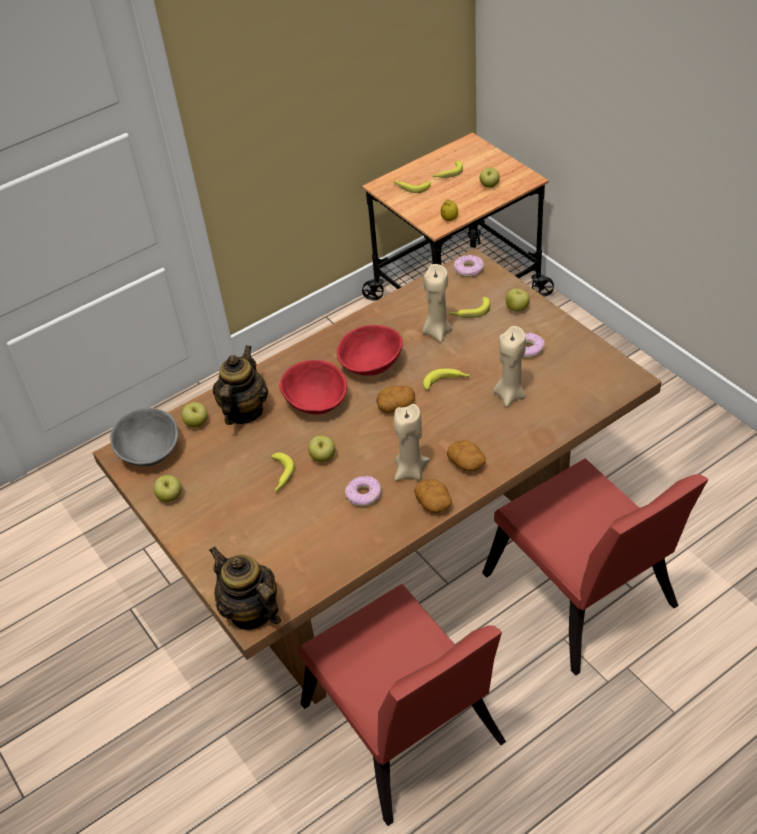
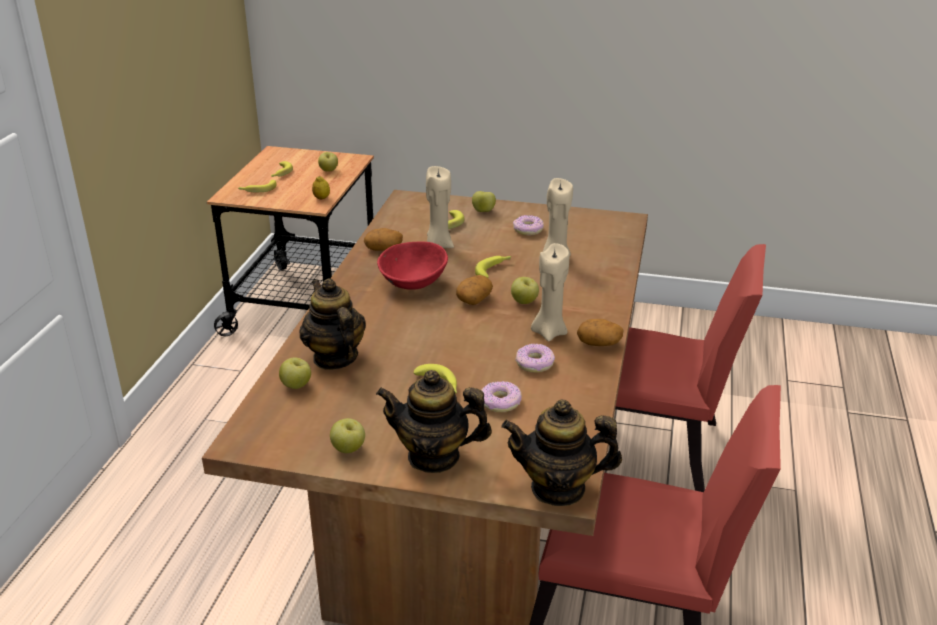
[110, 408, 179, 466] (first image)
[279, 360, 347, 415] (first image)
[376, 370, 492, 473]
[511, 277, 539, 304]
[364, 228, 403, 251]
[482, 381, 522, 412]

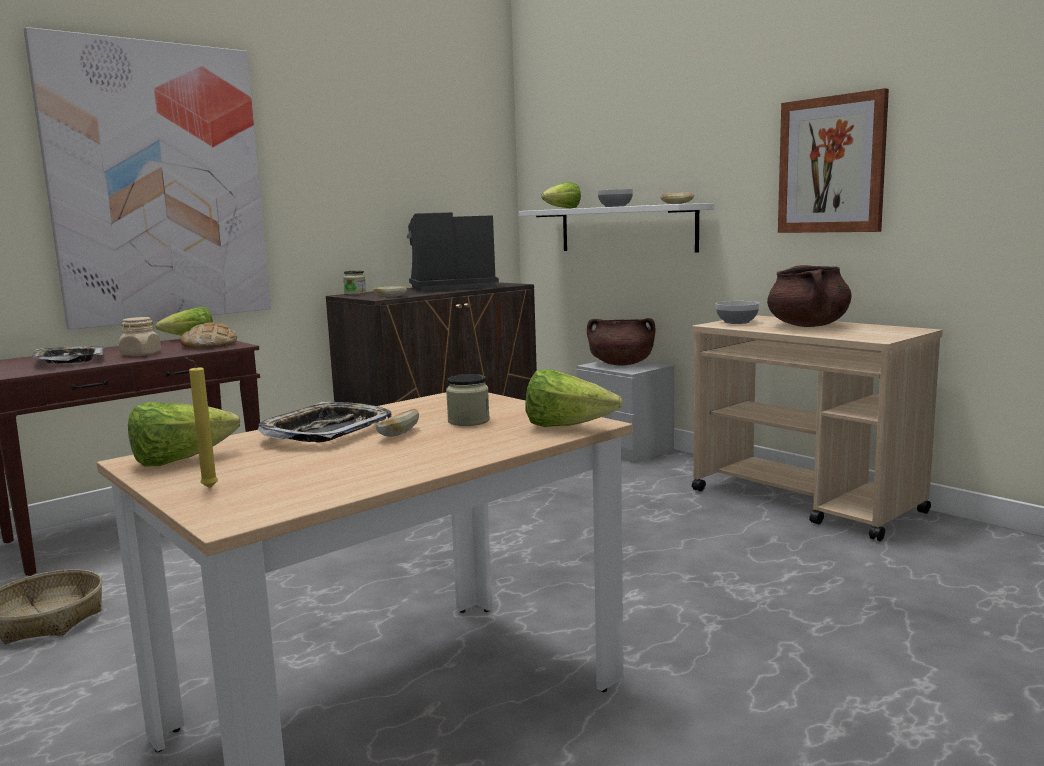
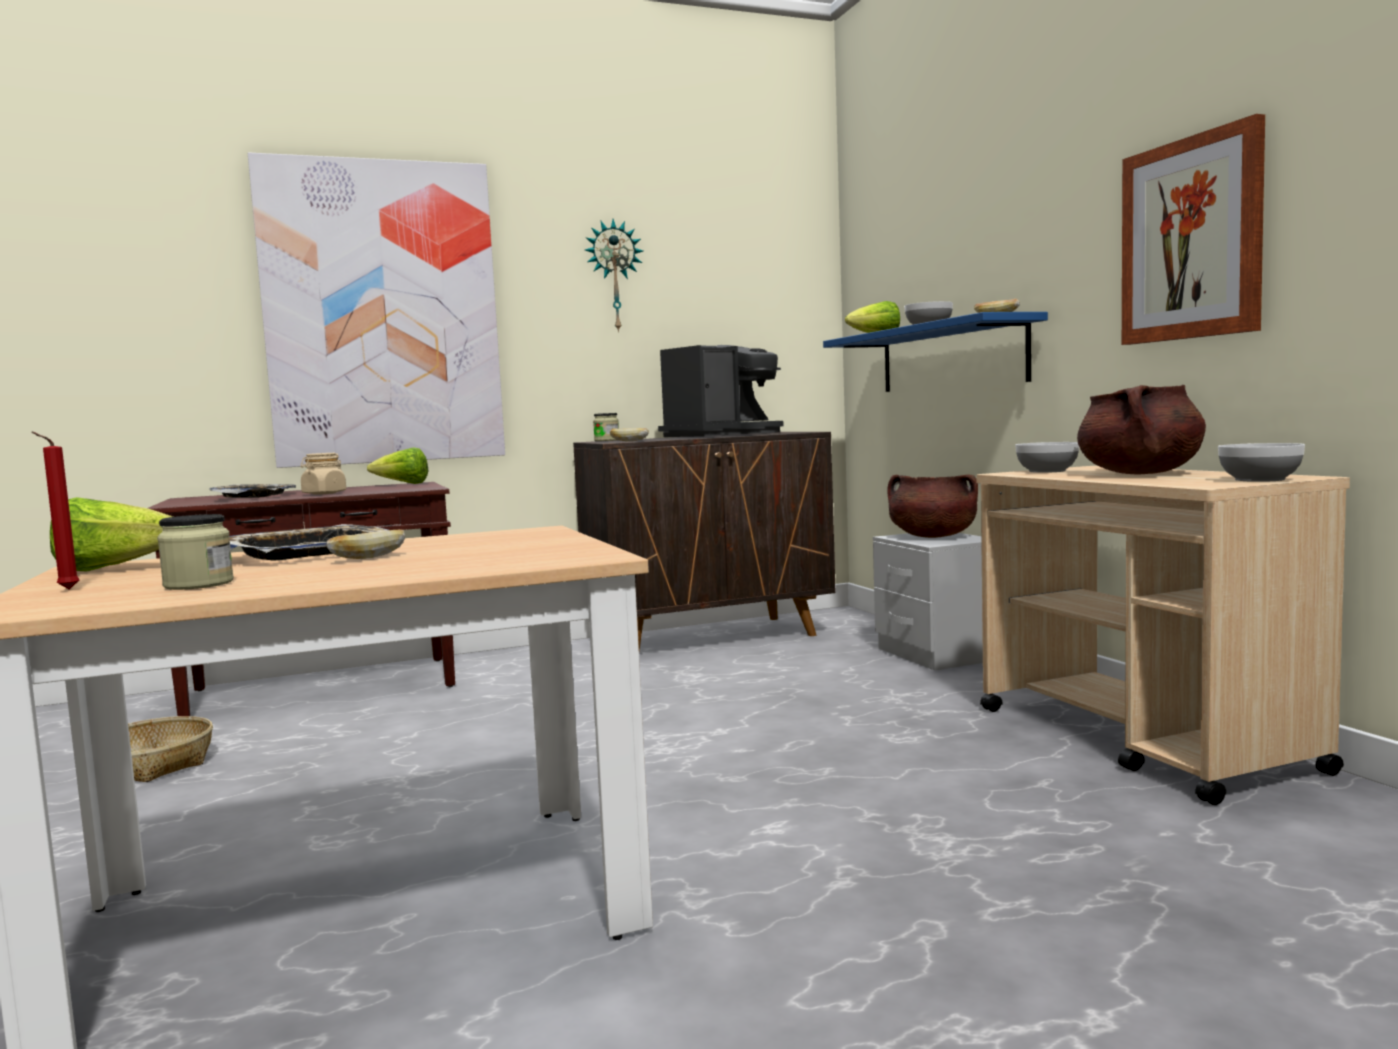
[180, 322, 237, 348] (first image)
[526, 369, 623, 427] (first image)
[585, 219, 643, 333]
[1218, 443, 1305, 482]
[157, 514, 234, 590]
[31, 432, 80, 590]
[823, 312, 1048, 392]
[658, 345, 783, 437]

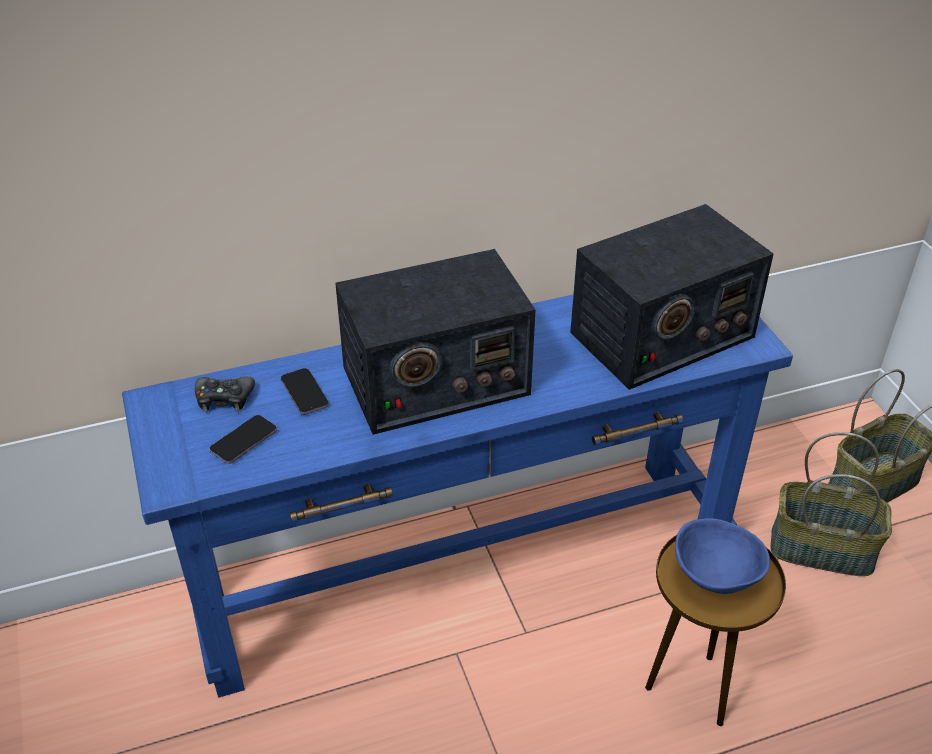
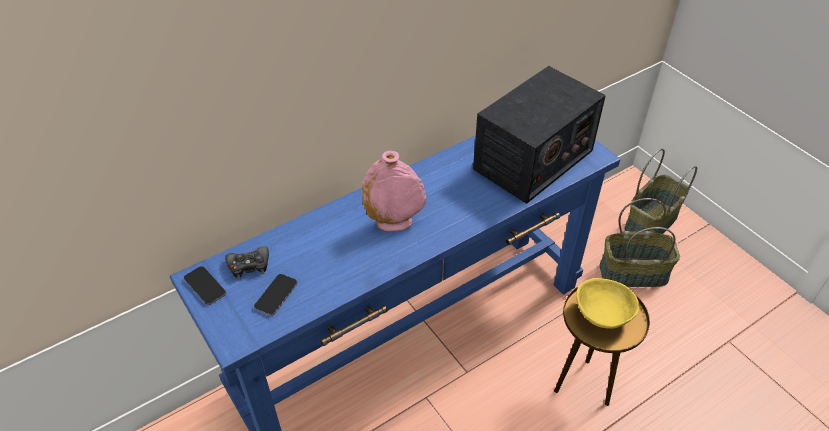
[184, 266, 226, 305]
[362, 151, 426, 232]
[576, 278, 640, 329]

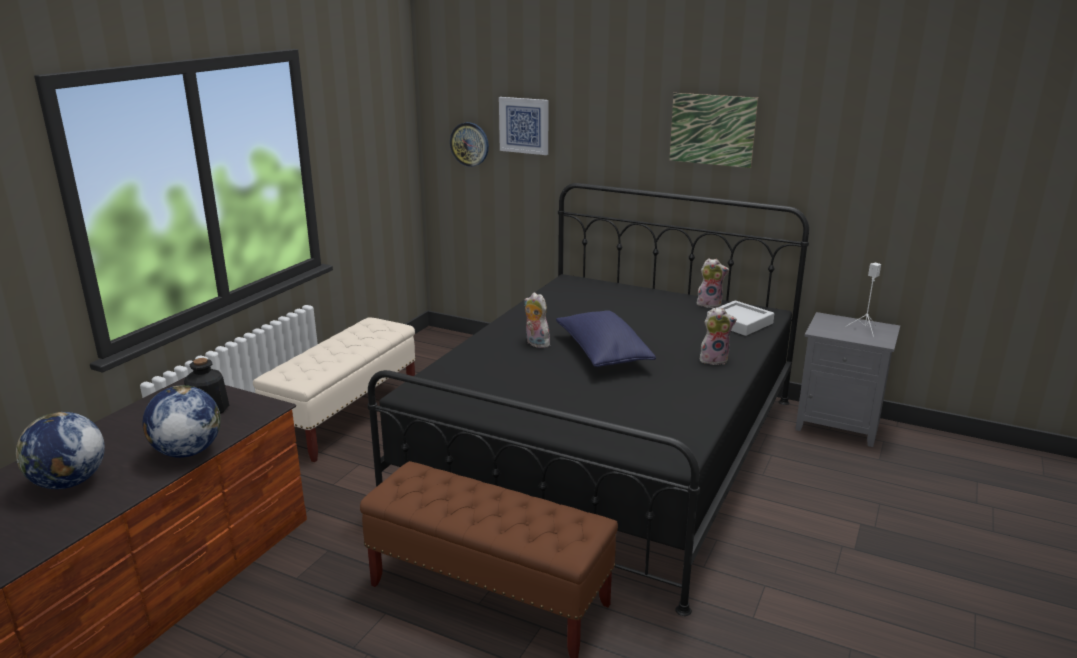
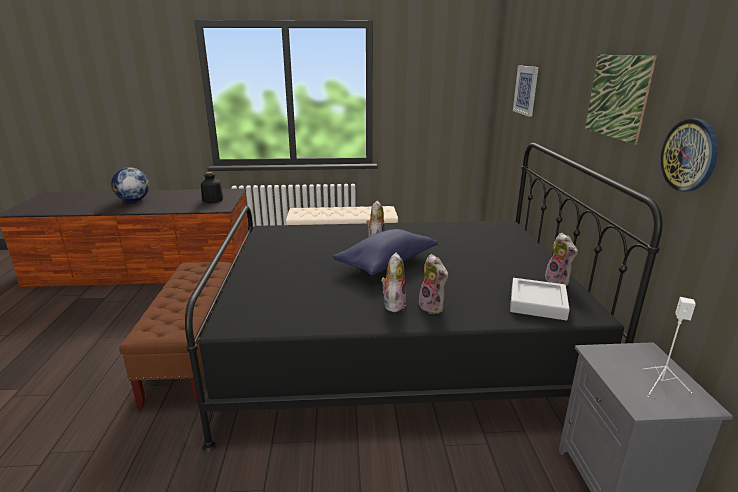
[142, 385, 221, 458] (first image)
[381, 252, 406, 312]
[660, 119, 718, 192]

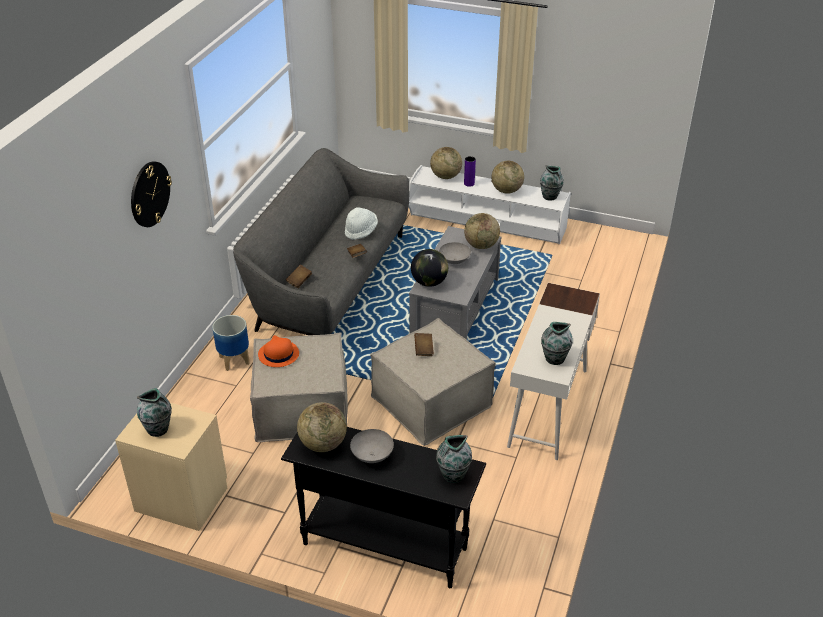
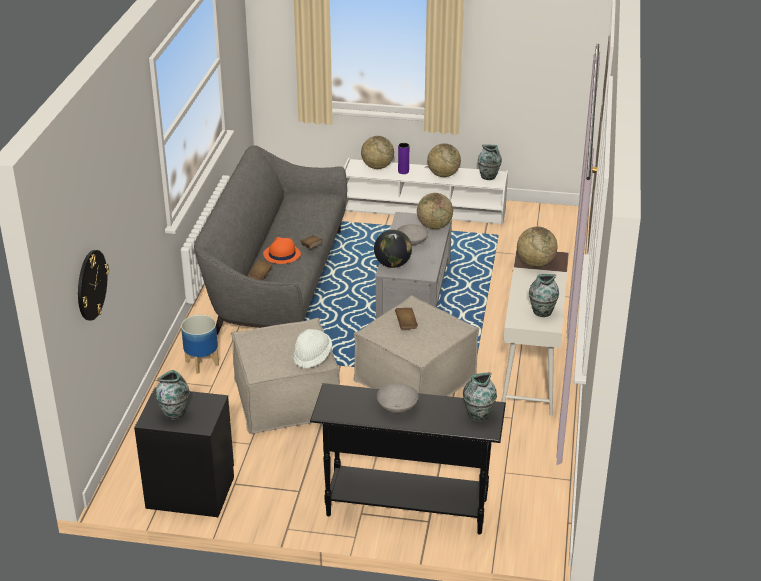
[78, 250, 109, 321]
[263, 237, 301, 264]
[517, 226, 557, 267]
[294, 329, 332, 369]
[134, 388, 234, 517]

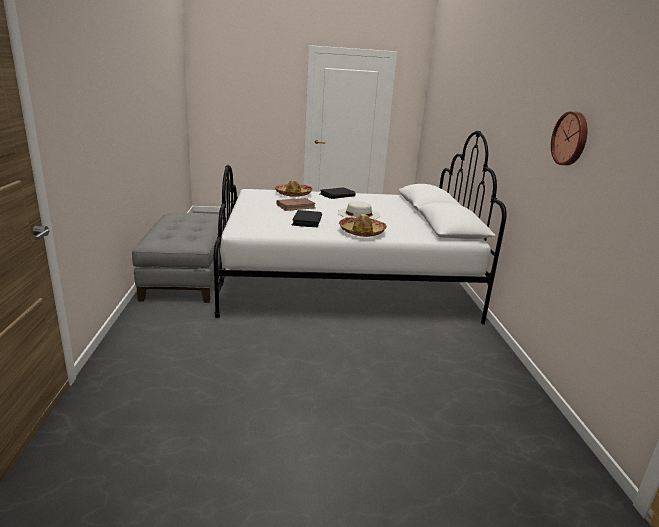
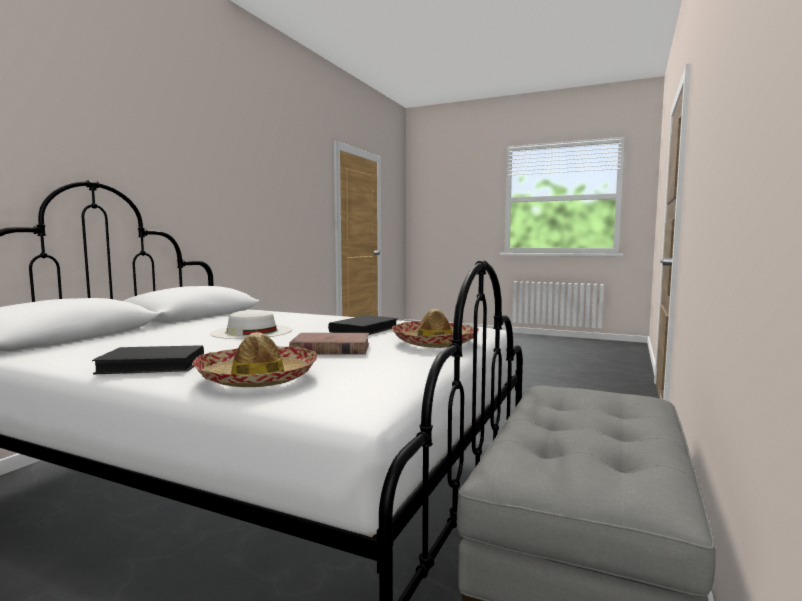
[551, 111, 587, 165] (first image)
[392, 309, 479, 348]

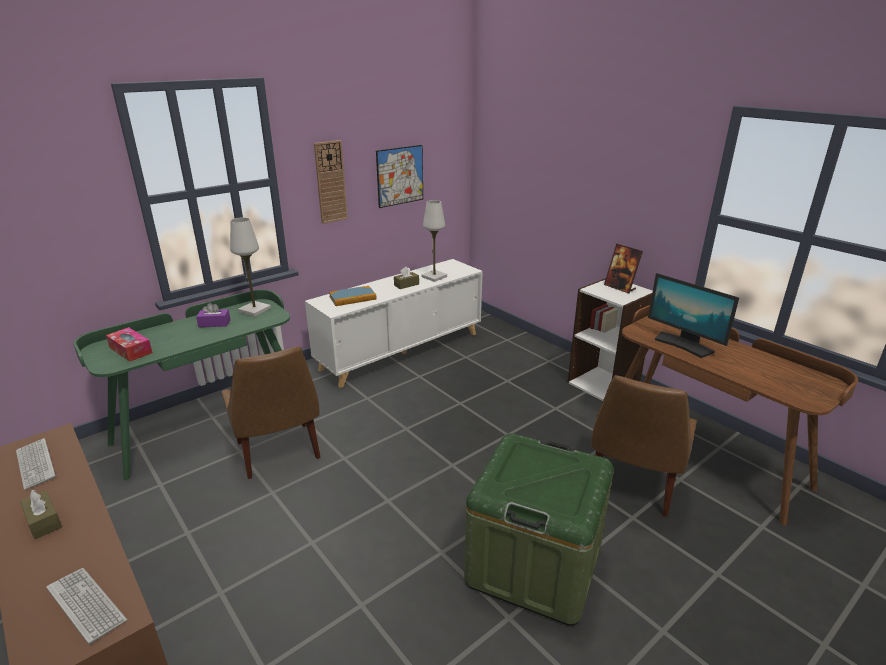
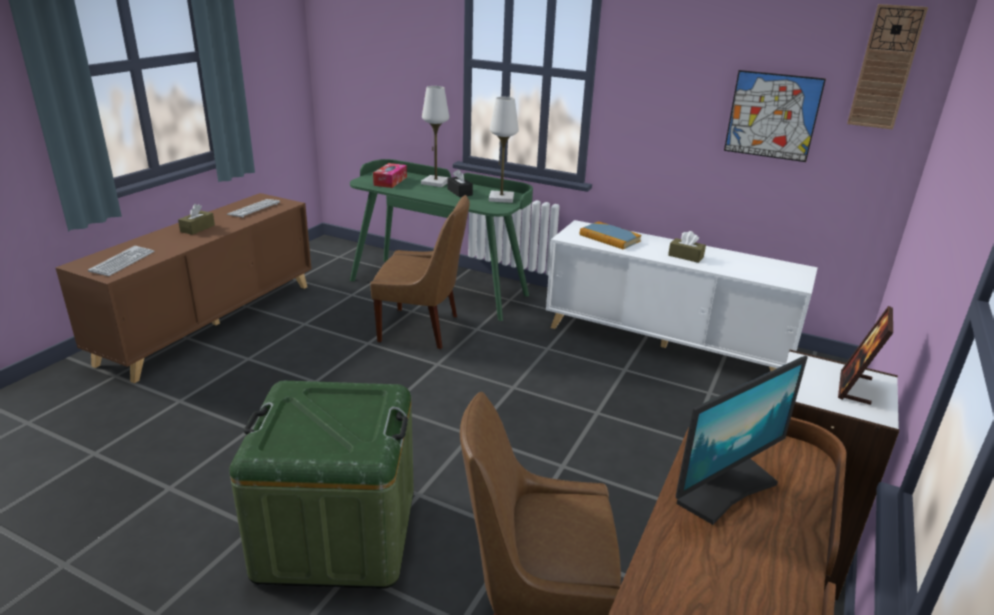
[847, 4, 928, 130]
[421, 86, 449, 187]
[447, 169, 473, 197]
[370, 195, 470, 349]
[676, 356, 808, 525]

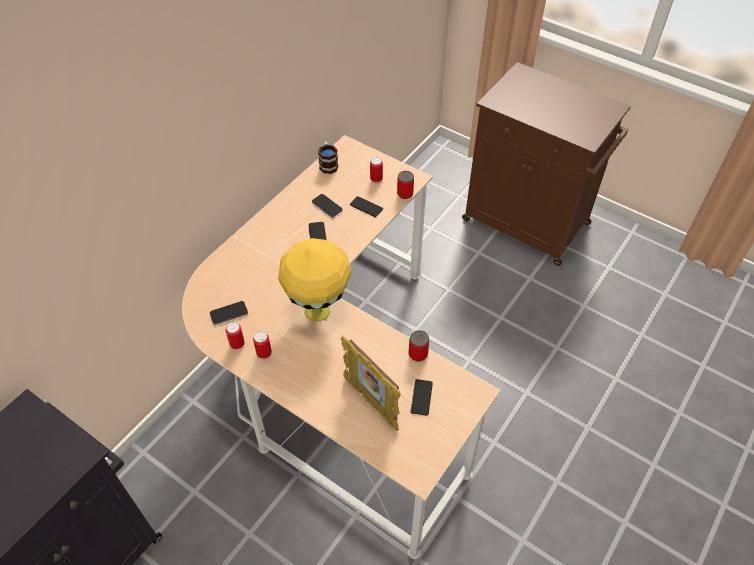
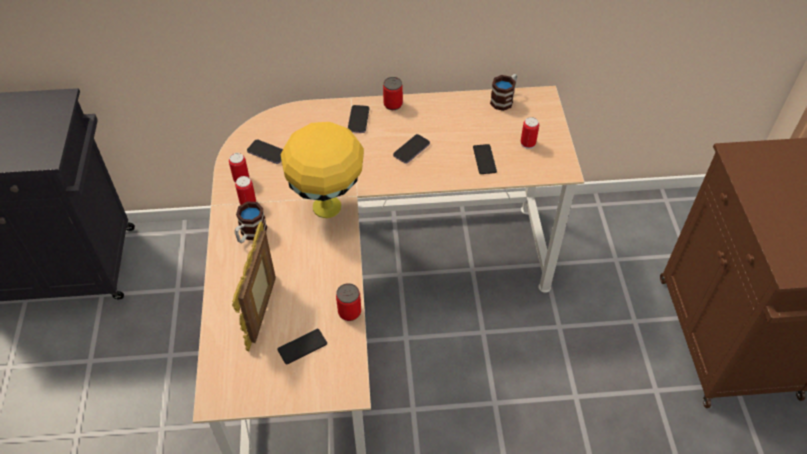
[235, 201, 267, 243]
[348, 105, 369, 133]
[383, 77, 403, 110]

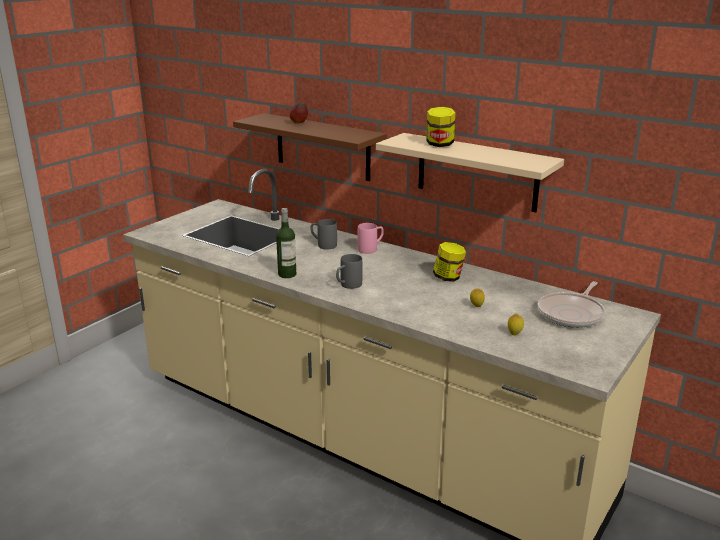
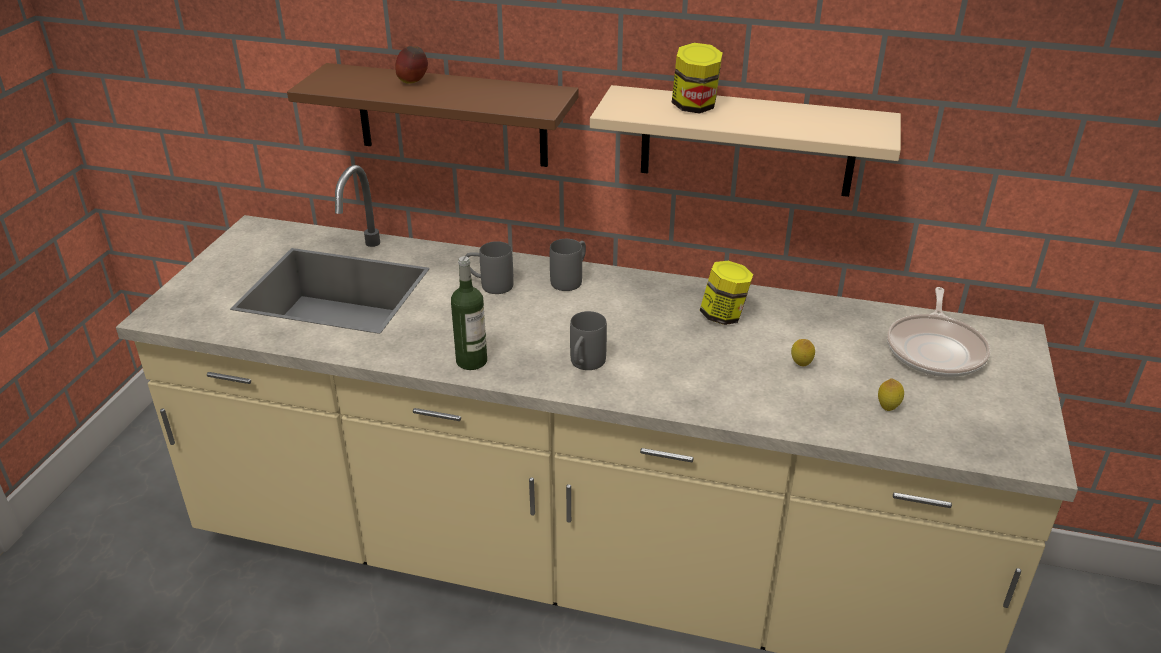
[550, 239, 586, 291]

